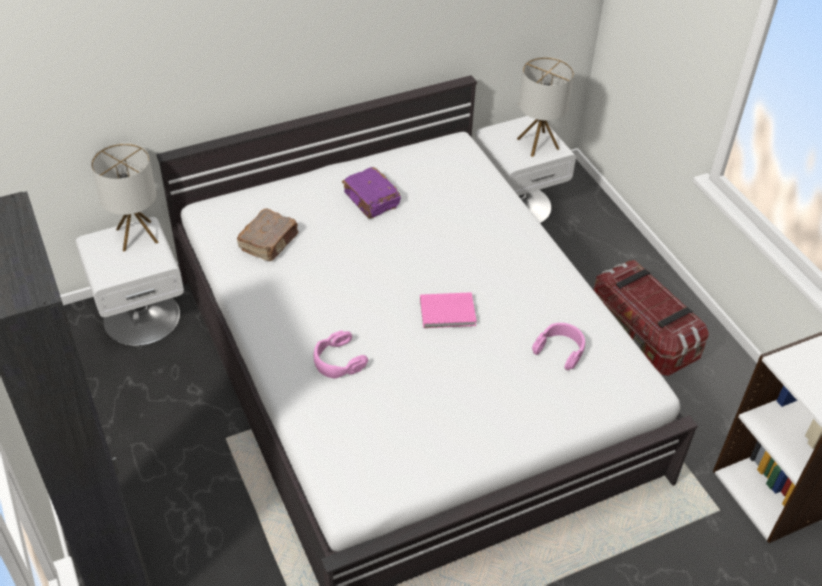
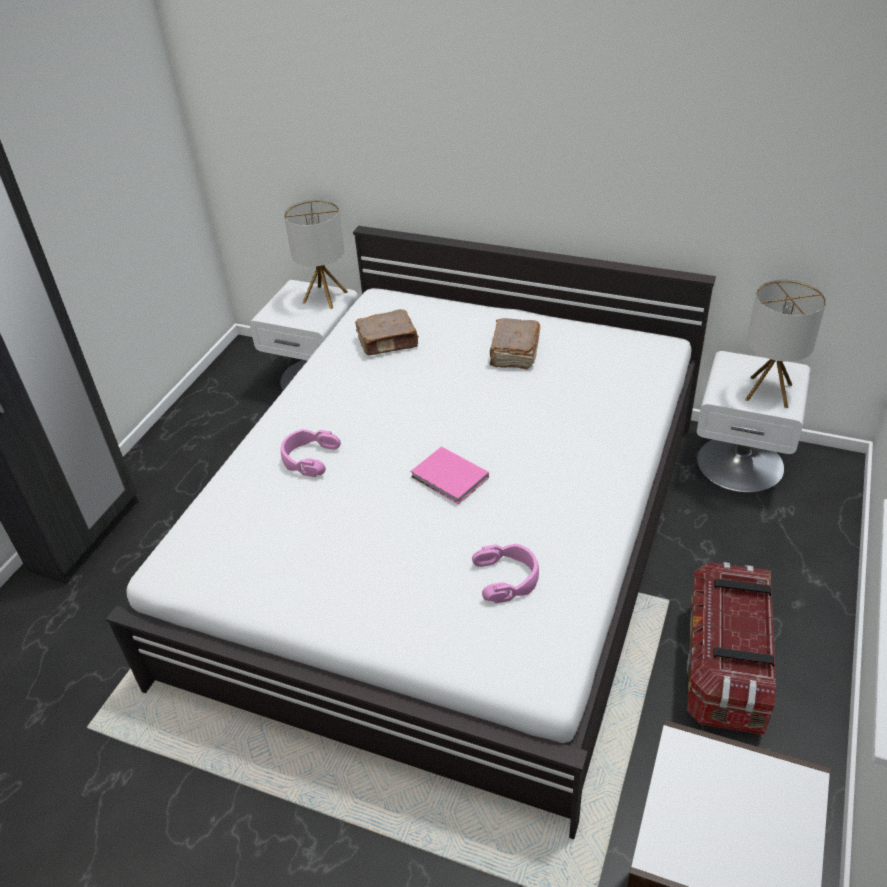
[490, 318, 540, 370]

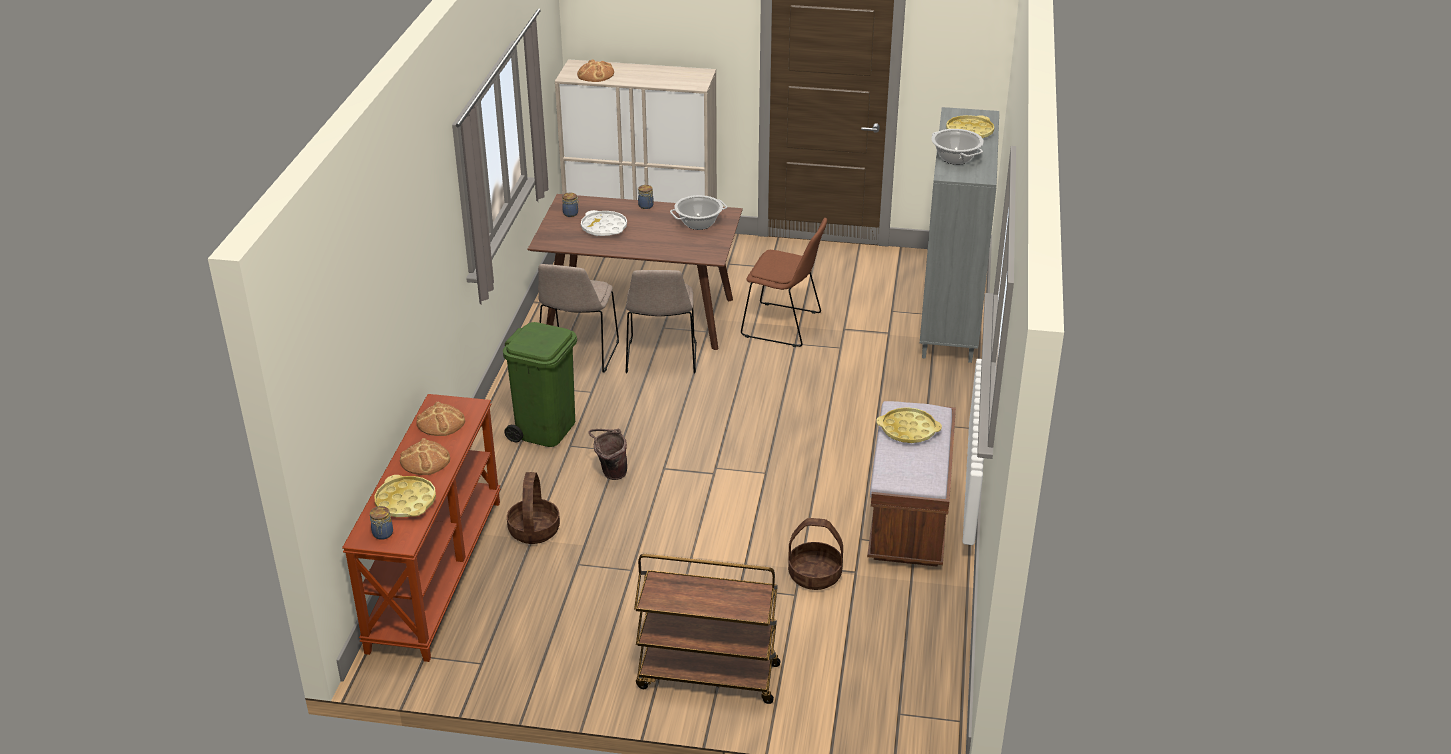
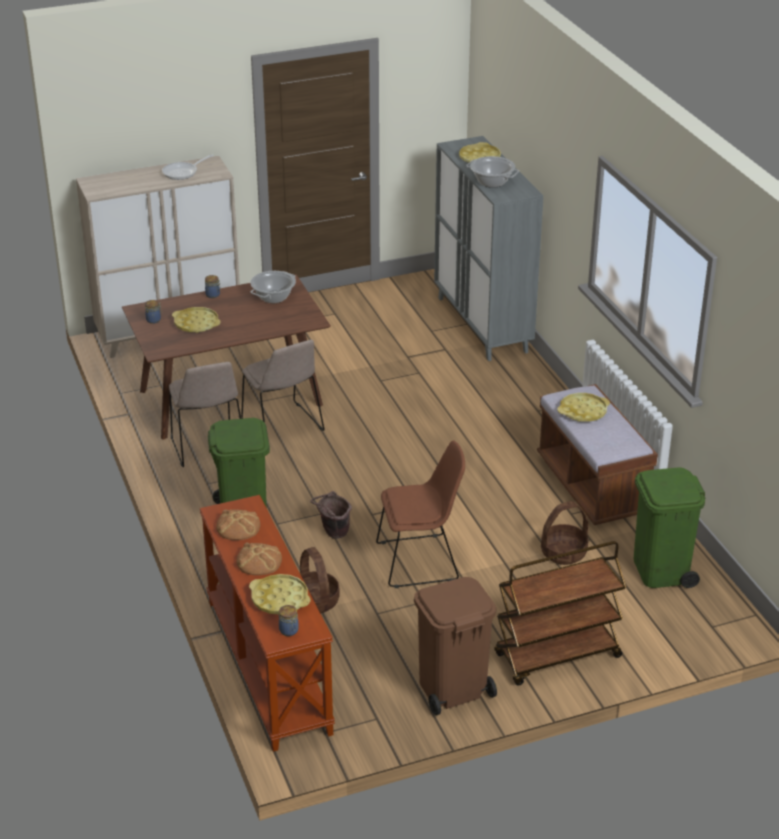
[577, 59, 614, 82] (first image)
[162, 154, 214, 180]
[414, 577, 497, 716]
[633, 467, 706, 588]
[376, 440, 465, 588]
[172, 307, 221, 333]

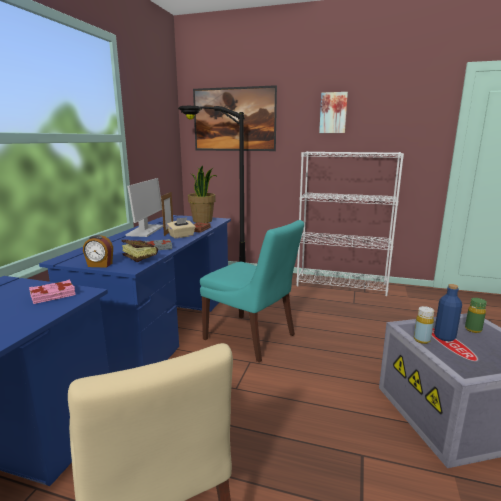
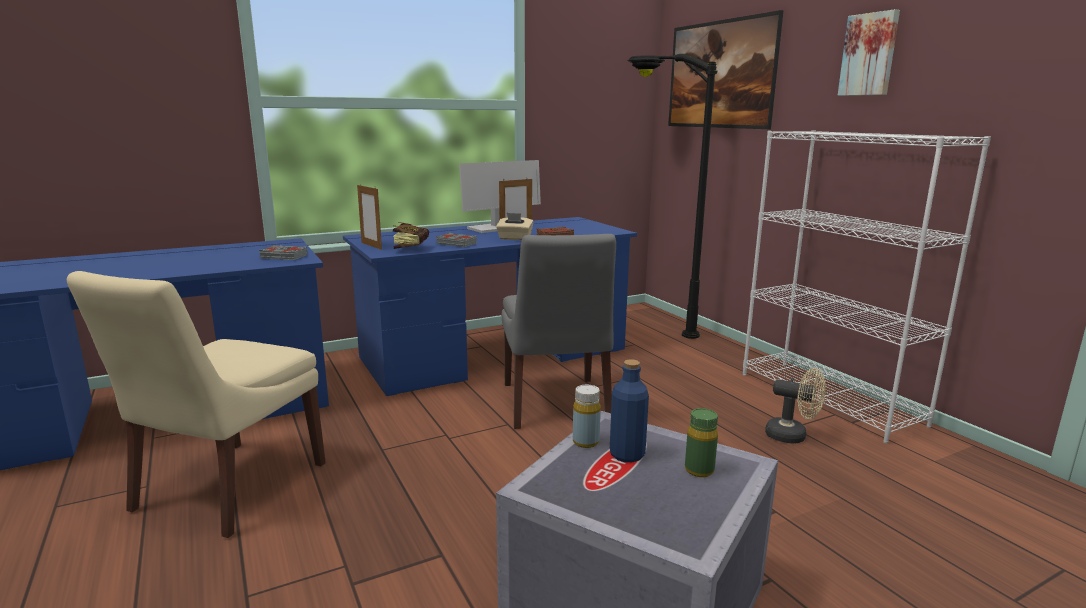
[188, 166, 218, 223] (first image)
[765, 368, 826, 444]
[357, 183, 382, 250]
[259, 245, 308, 260]
[502, 234, 616, 429]

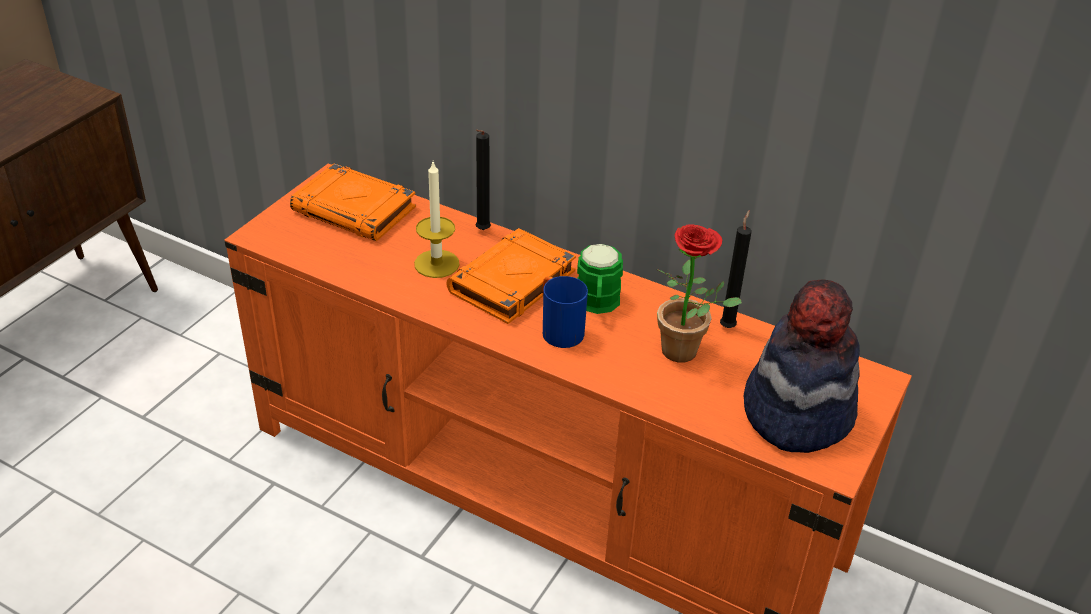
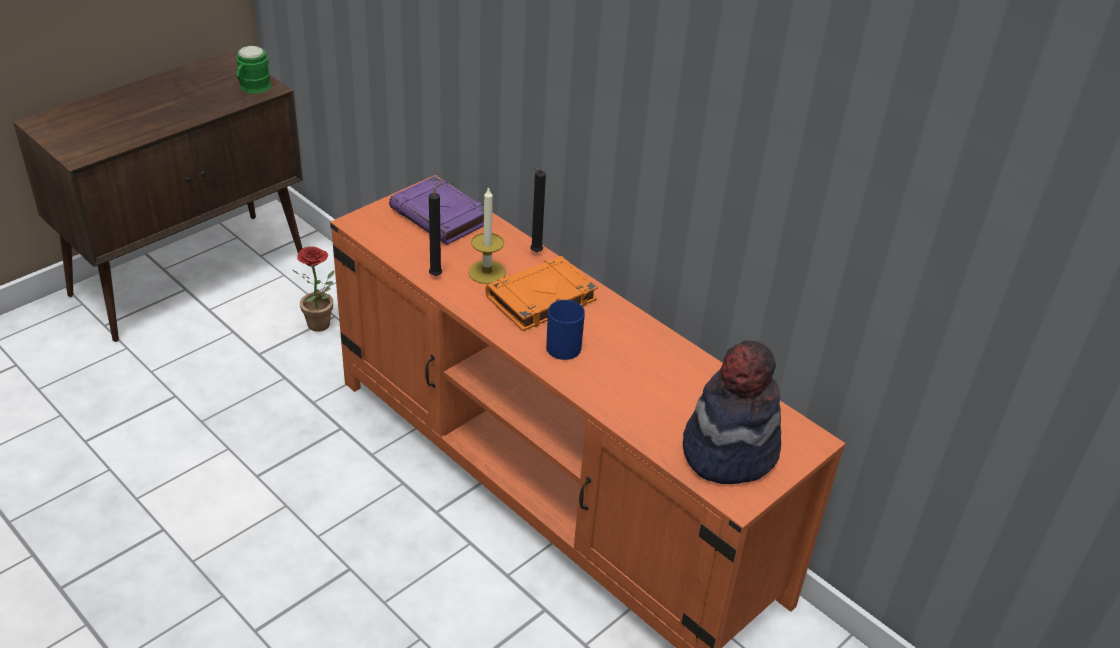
[236, 46, 272, 94]
[292, 246, 335, 332]
[429, 181, 442, 276]
[389, 176, 484, 245]

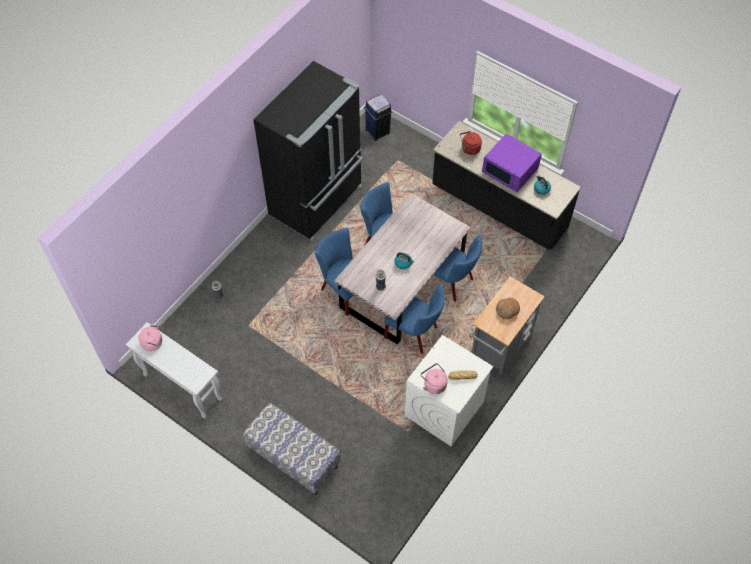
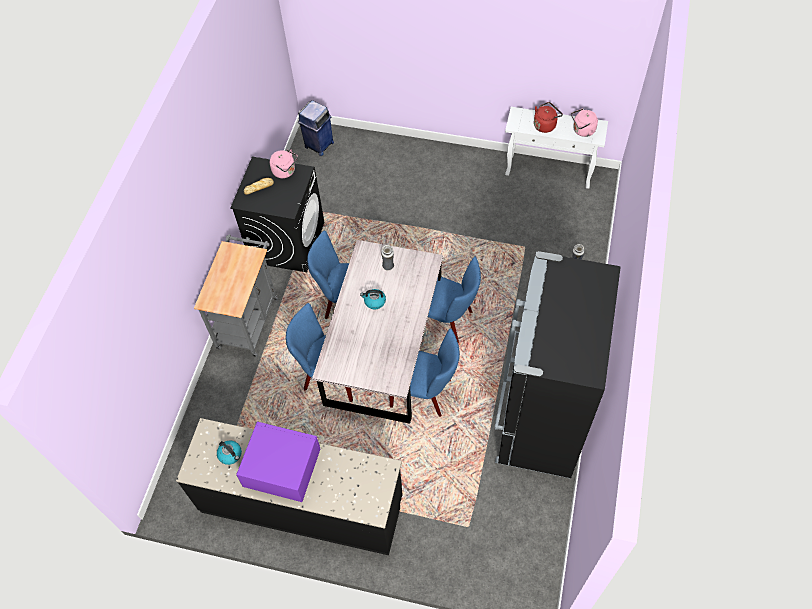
[243, 403, 341, 495] (first image)
[496, 298, 520, 319] (first image)
[298, 100, 334, 156]
[534, 102, 563, 133]
[230, 157, 324, 272]

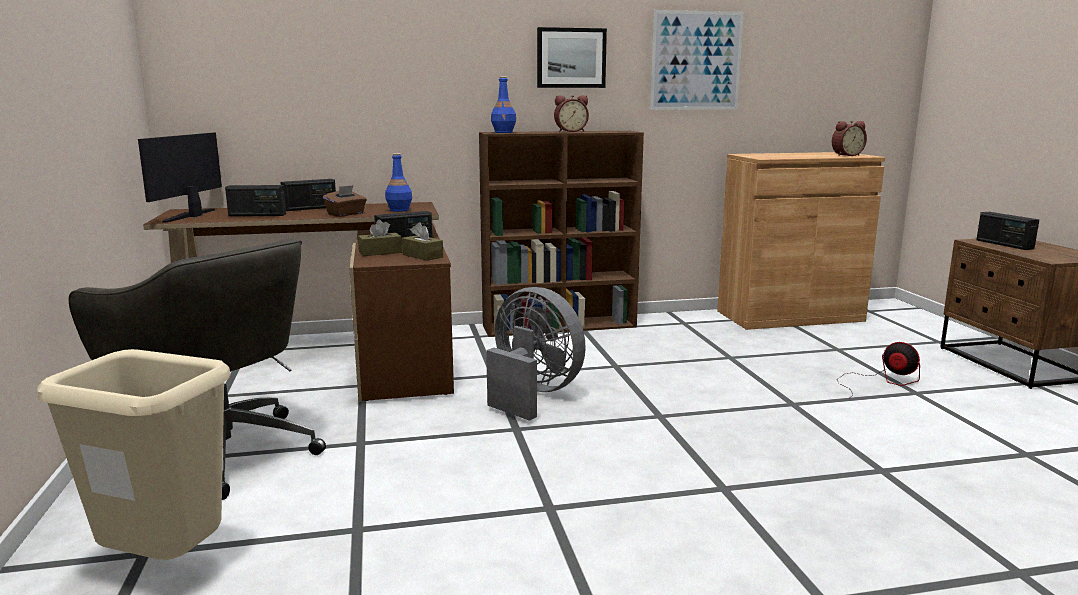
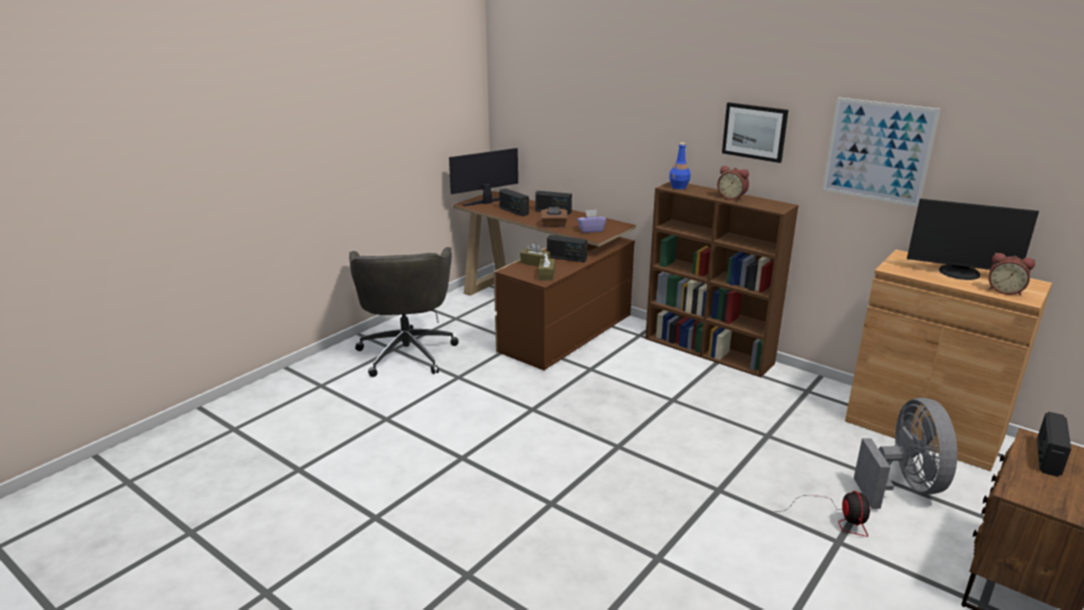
[37, 349, 230, 560] (first image)
[907, 199, 1039, 280]
[854, 398, 957, 509]
[577, 209, 606, 233]

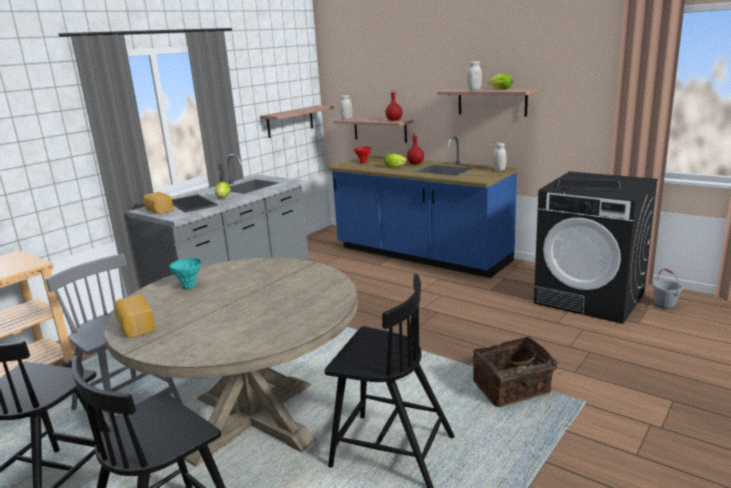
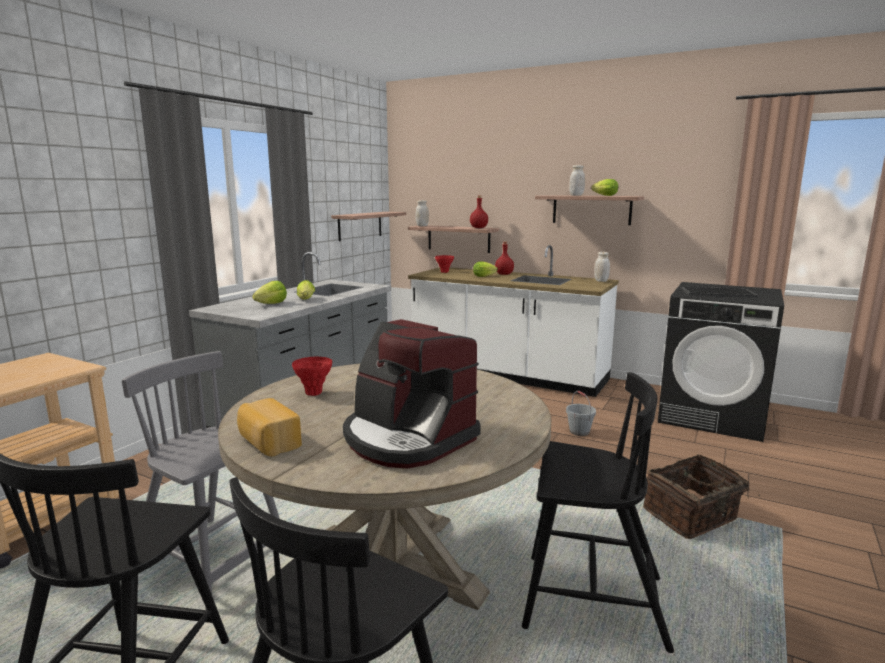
[143, 192, 174, 214] (first image)
[343, 319, 481, 469]
[566, 391, 596, 436]
[252, 281, 287, 304]
[292, 357, 332, 396]
[408, 245, 619, 397]

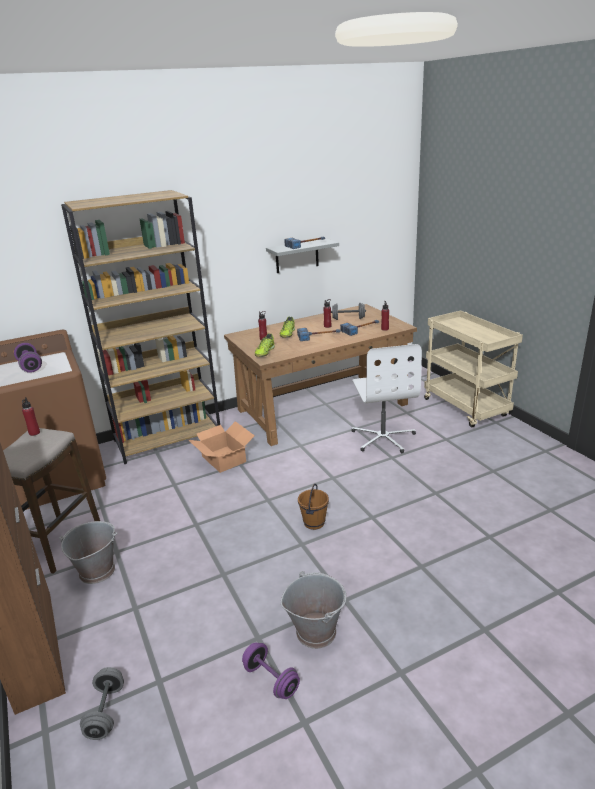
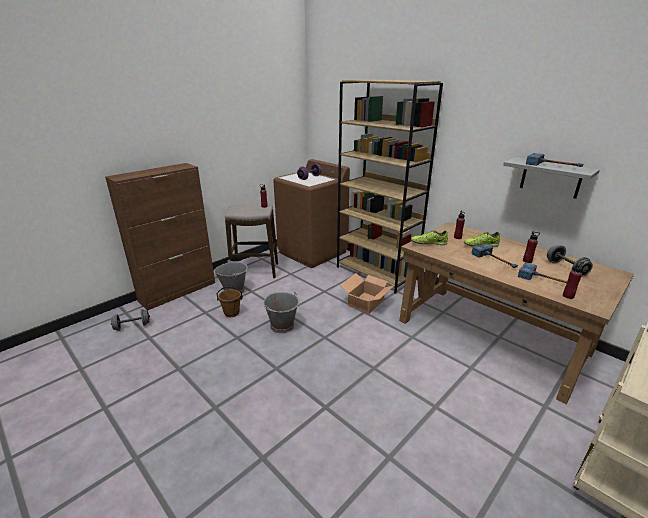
[242, 642, 300, 699] (first image)
[352, 344, 422, 453] (first image)
[264, 292, 300, 333]
[216, 287, 243, 317]

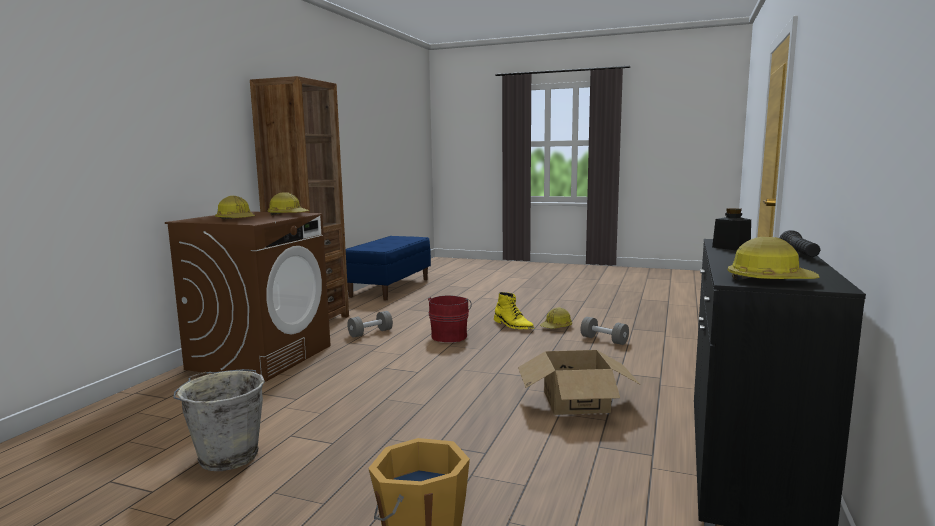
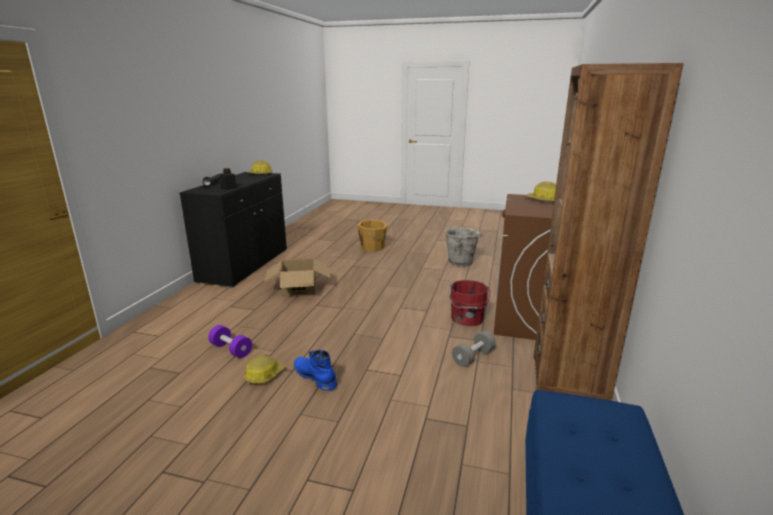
[267, 192, 309, 215] (first image)
[449, 280, 490, 326]
[294, 349, 337, 391]
[208, 325, 252, 358]

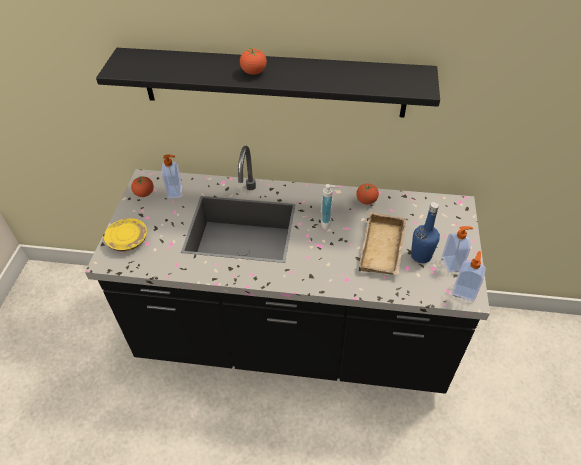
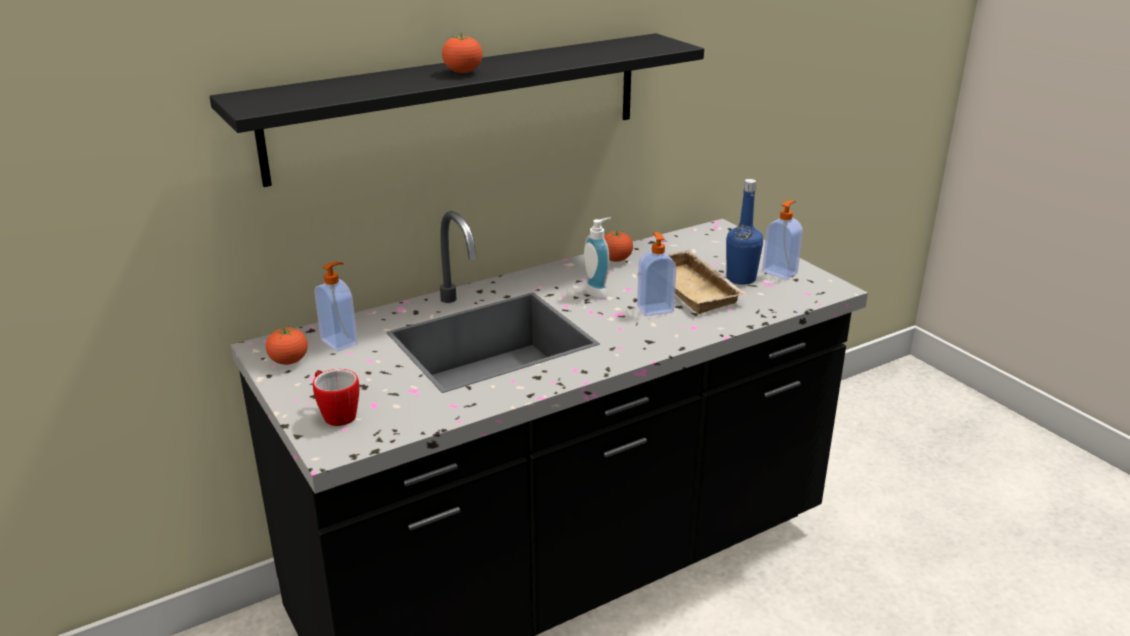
[637, 232, 677, 316]
[313, 369, 359, 426]

